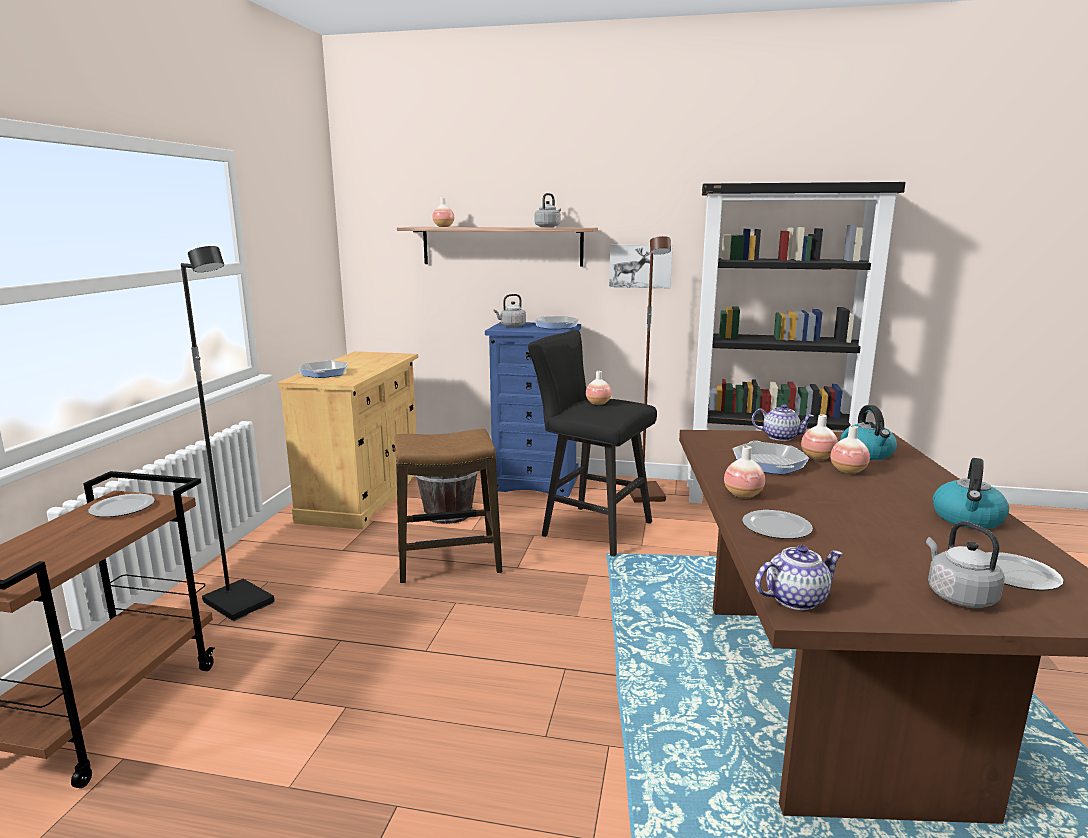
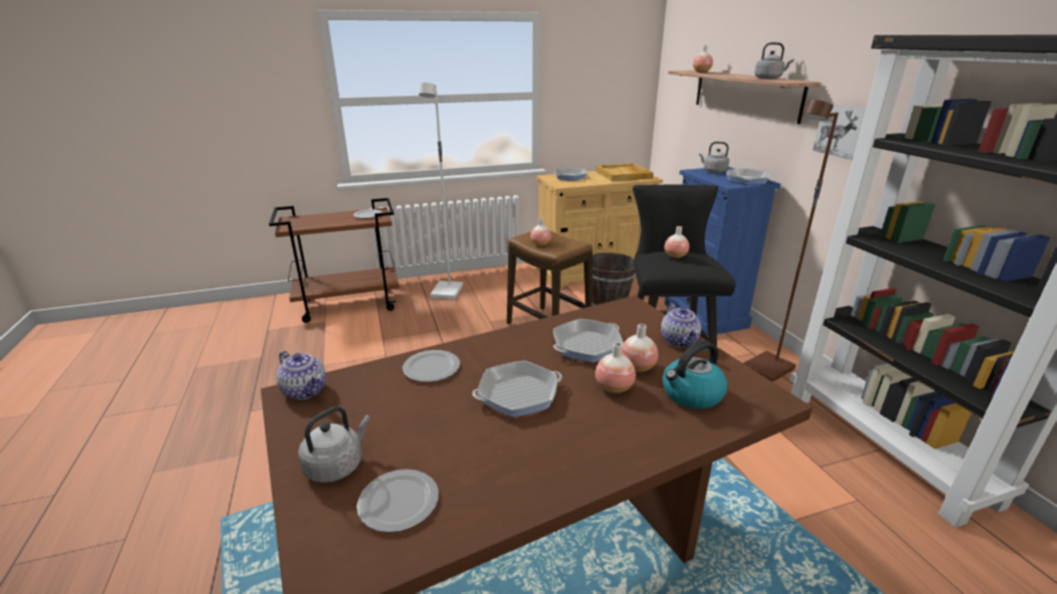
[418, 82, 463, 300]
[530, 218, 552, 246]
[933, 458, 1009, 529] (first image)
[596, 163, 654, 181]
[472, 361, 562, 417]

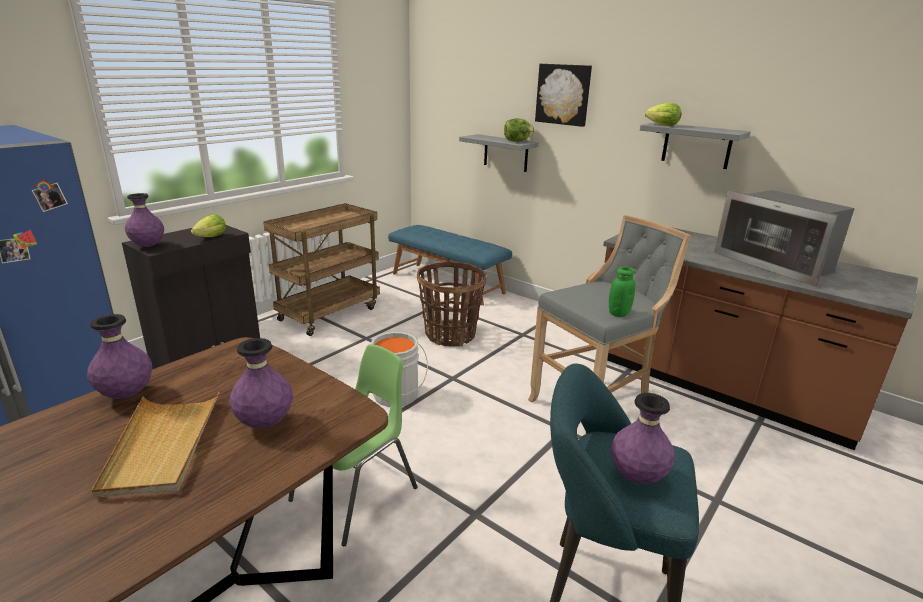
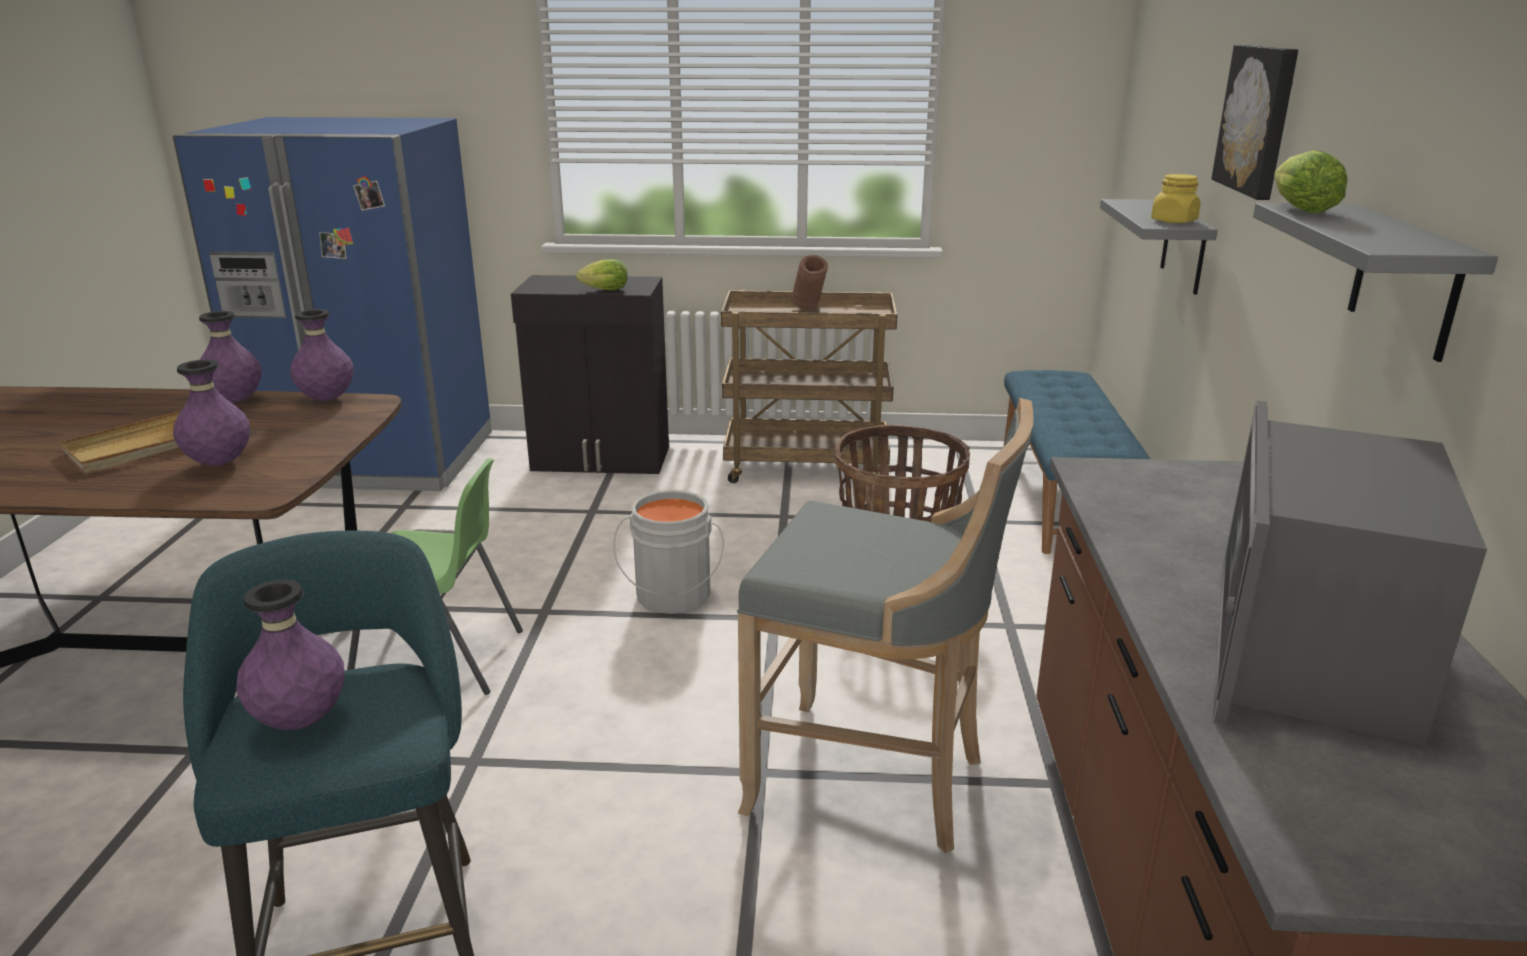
[1151, 174, 1201, 223]
[290, 309, 354, 401]
[609, 267, 635, 317] (first image)
[792, 255, 828, 308]

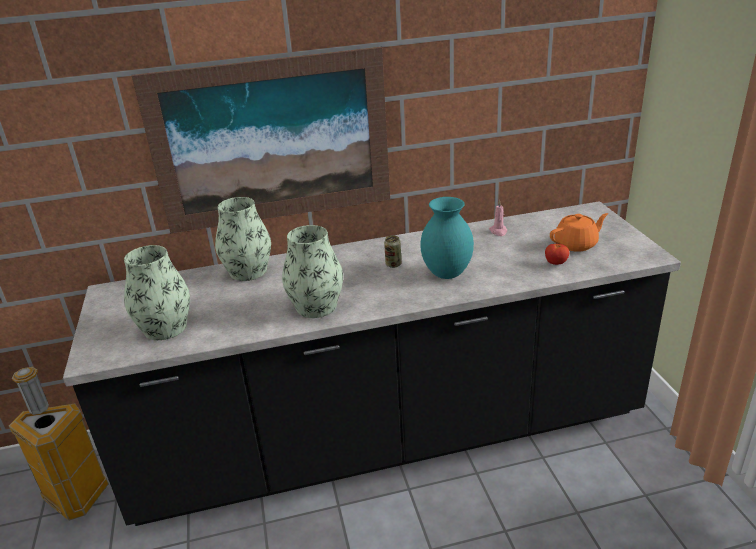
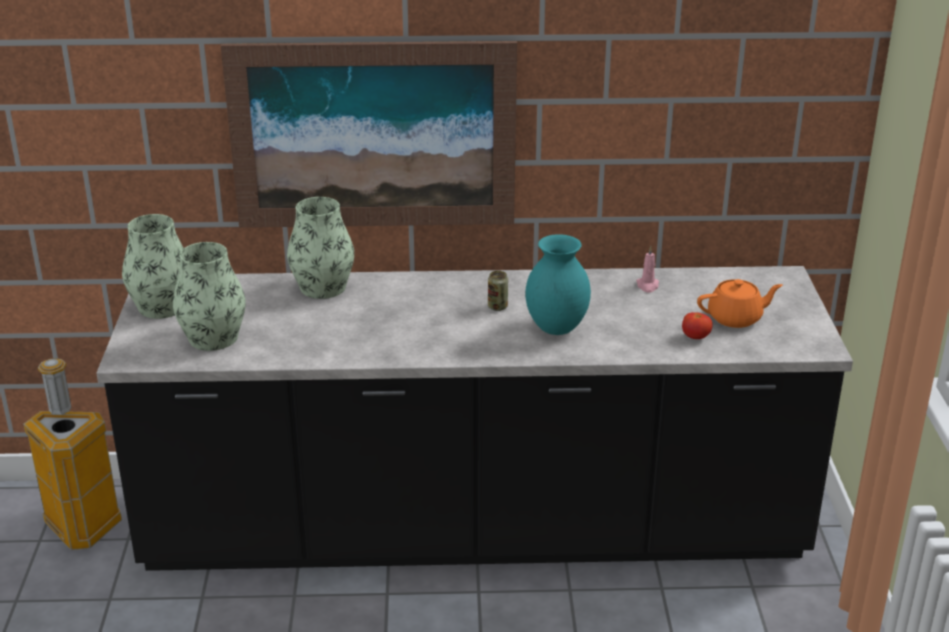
[122, 214, 184, 319]

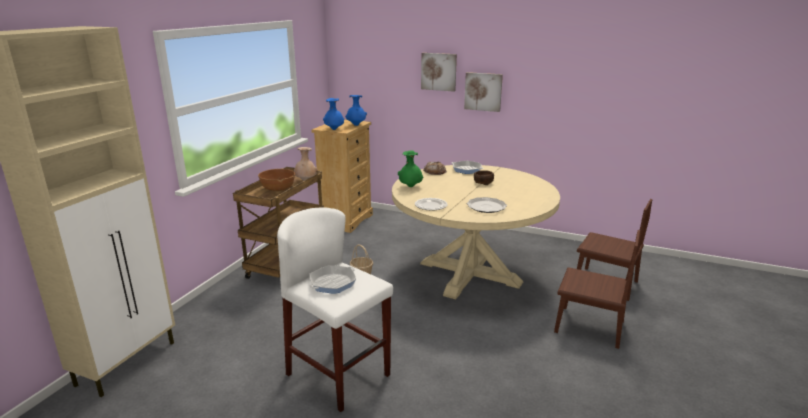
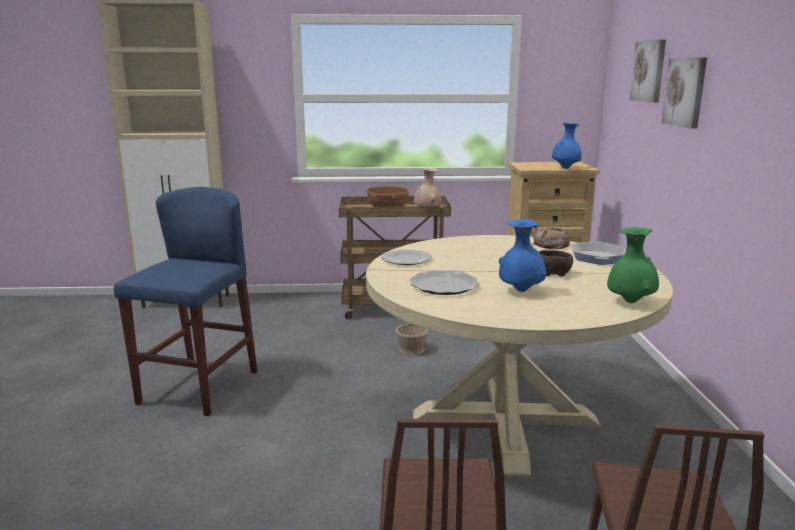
[630, 40, 666, 103]
[499, 219, 546, 292]
[607, 227, 659, 303]
[114, 187, 257, 416]
[309, 265, 356, 294] (first image)

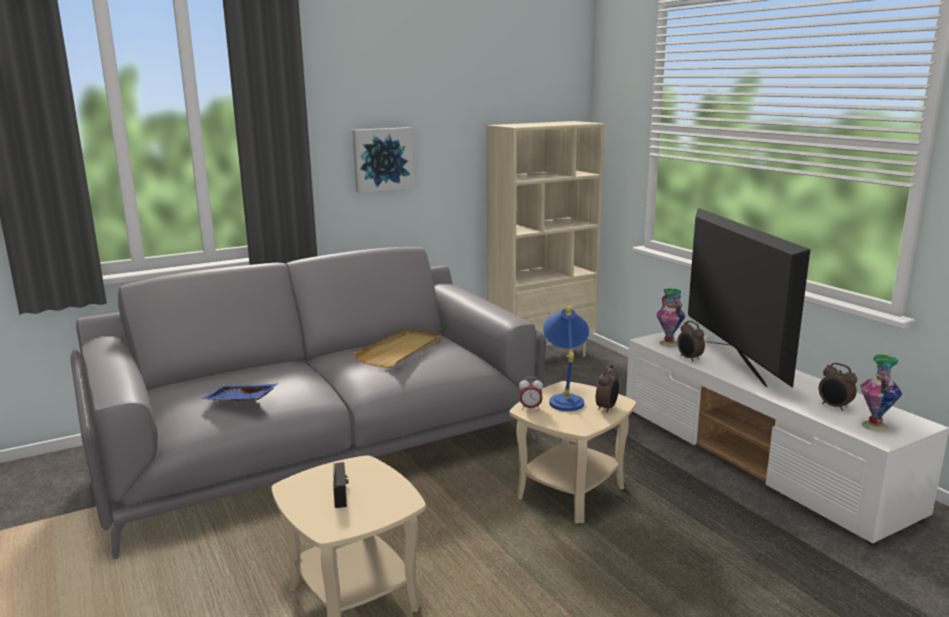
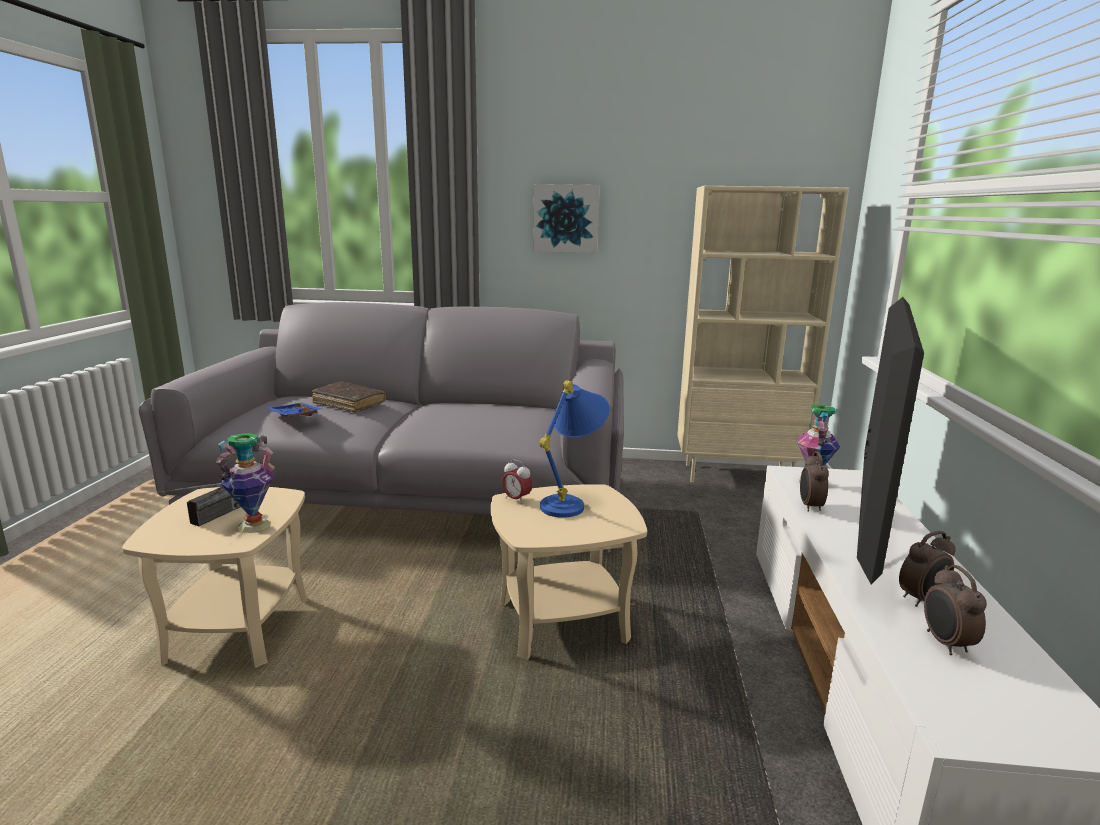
[353, 329, 441, 368] (first image)
[216, 433, 275, 533]
[899, 531, 956, 607]
[312, 382, 386, 413]

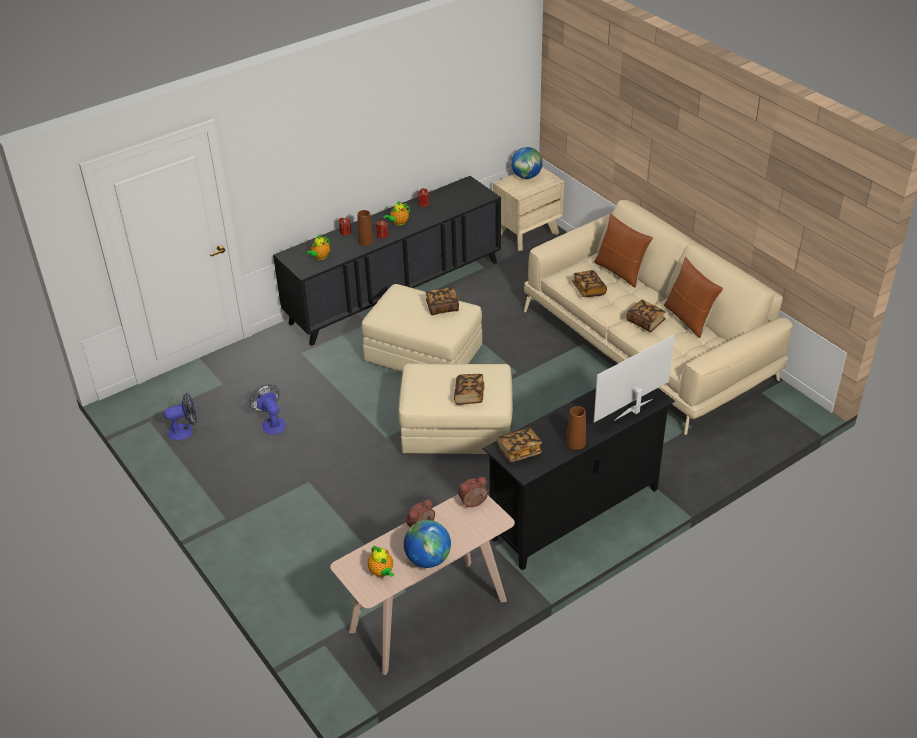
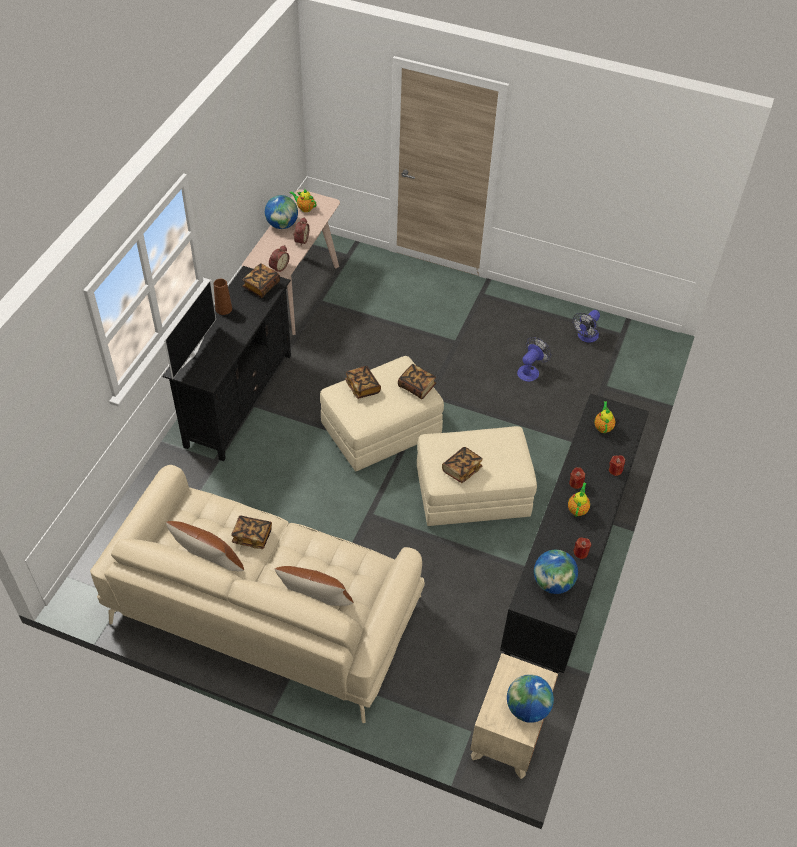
[358, 210, 374, 246] (first image)
[398, 364, 436, 399]
[517, 337, 551, 382]
[534, 550, 578, 594]

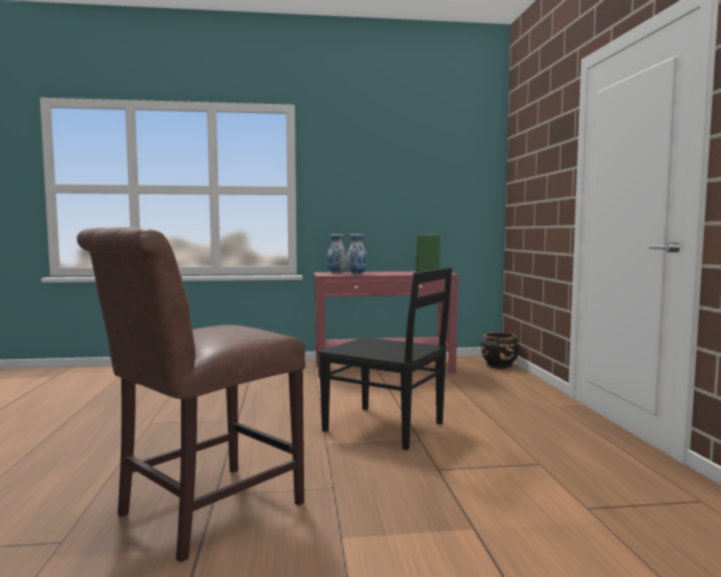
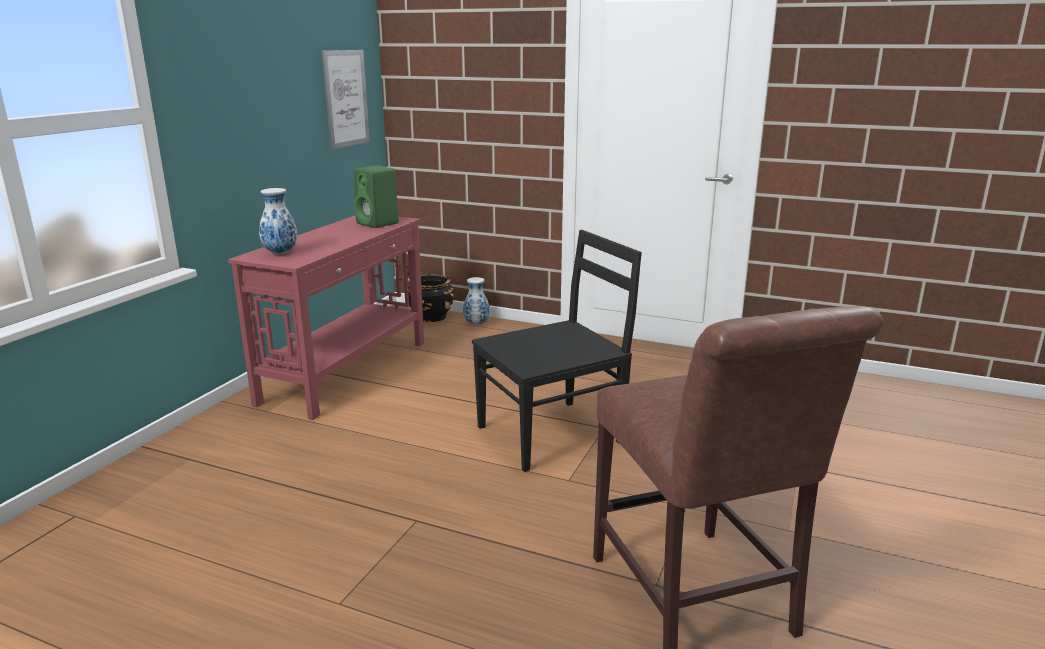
[463, 277, 490, 326]
[322, 50, 370, 150]

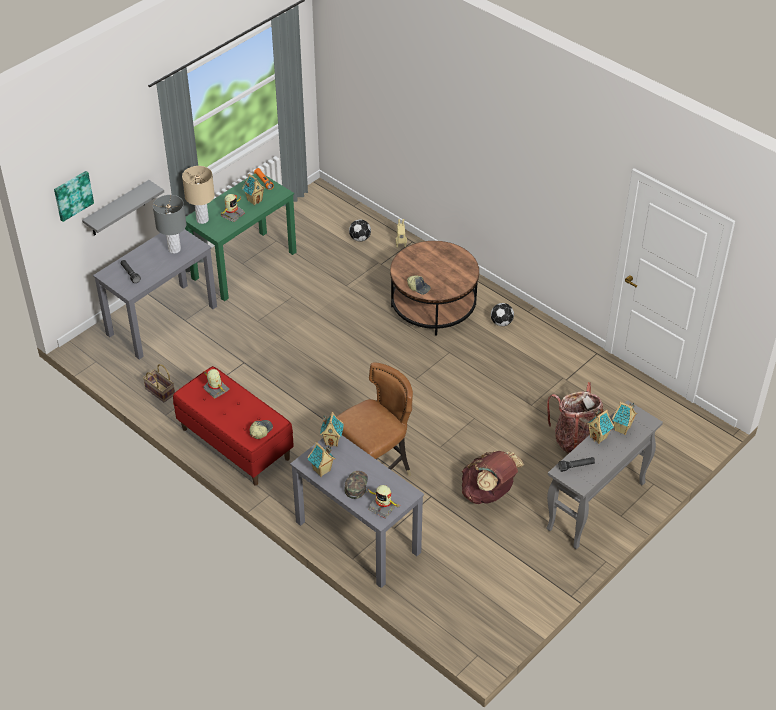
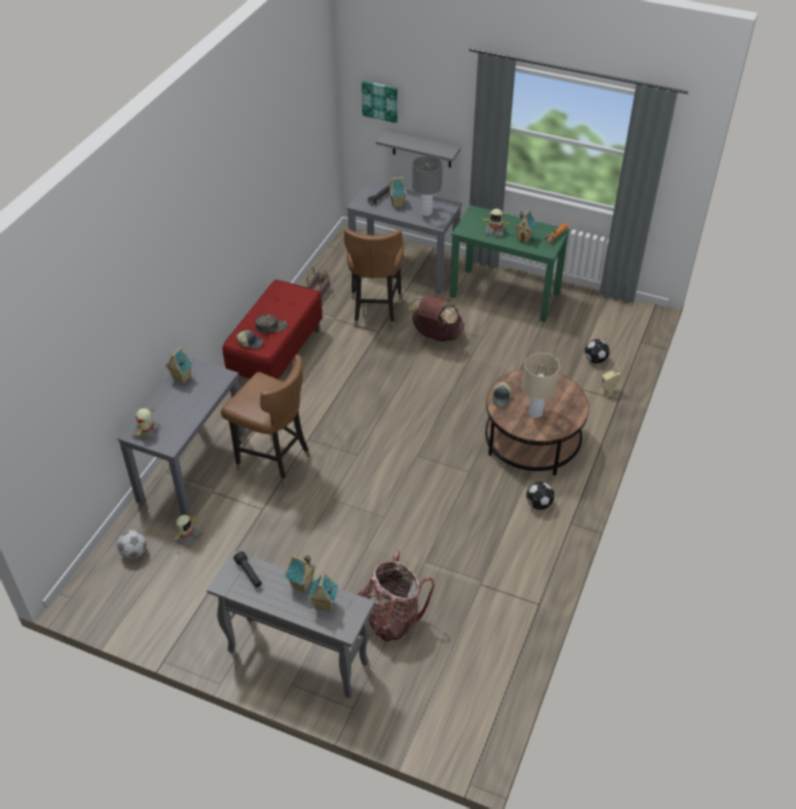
[522, 353, 560, 418]
[172, 514, 203, 547]
[388, 175, 407, 207]
[408, 294, 464, 342]
[255, 315, 287, 333]
[344, 229, 404, 329]
[117, 530, 147, 559]

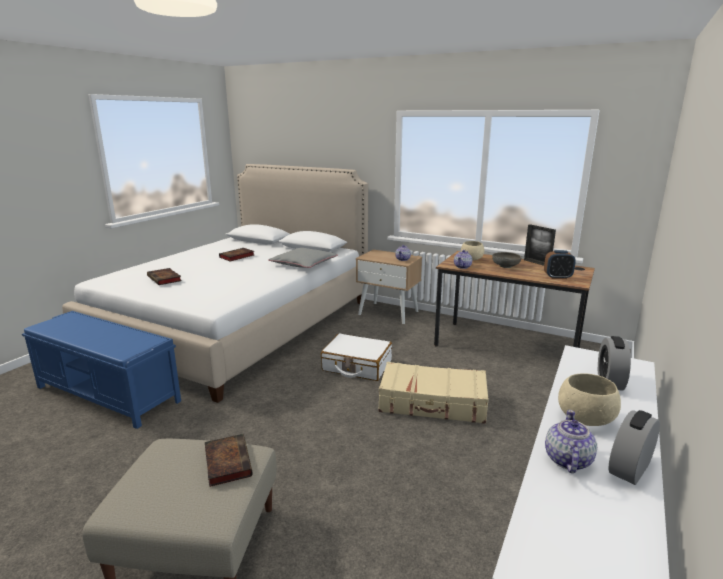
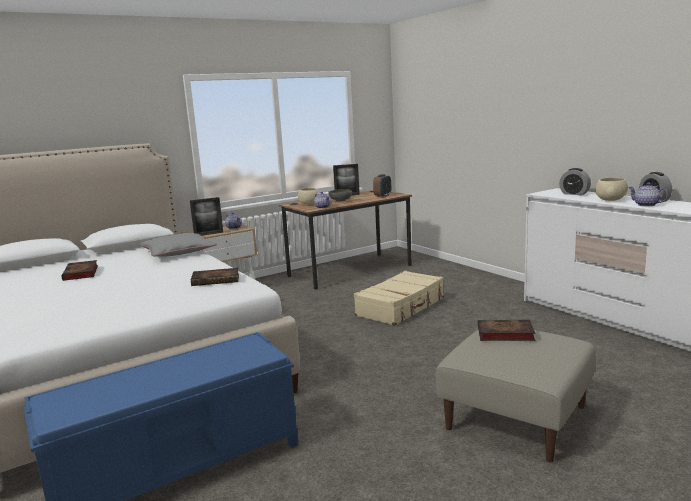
[191, 268, 239, 286]
[321, 333, 392, 381] (first image)
[190, 197, 223, 236]

